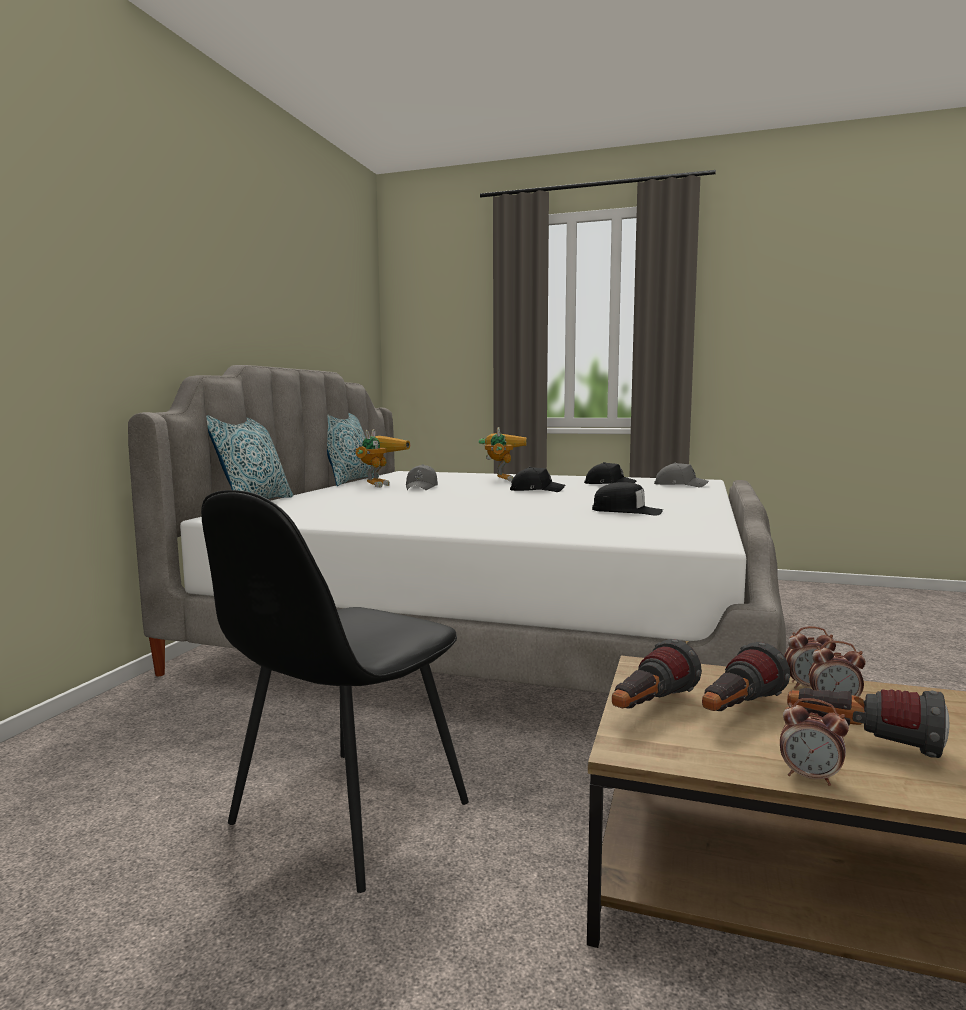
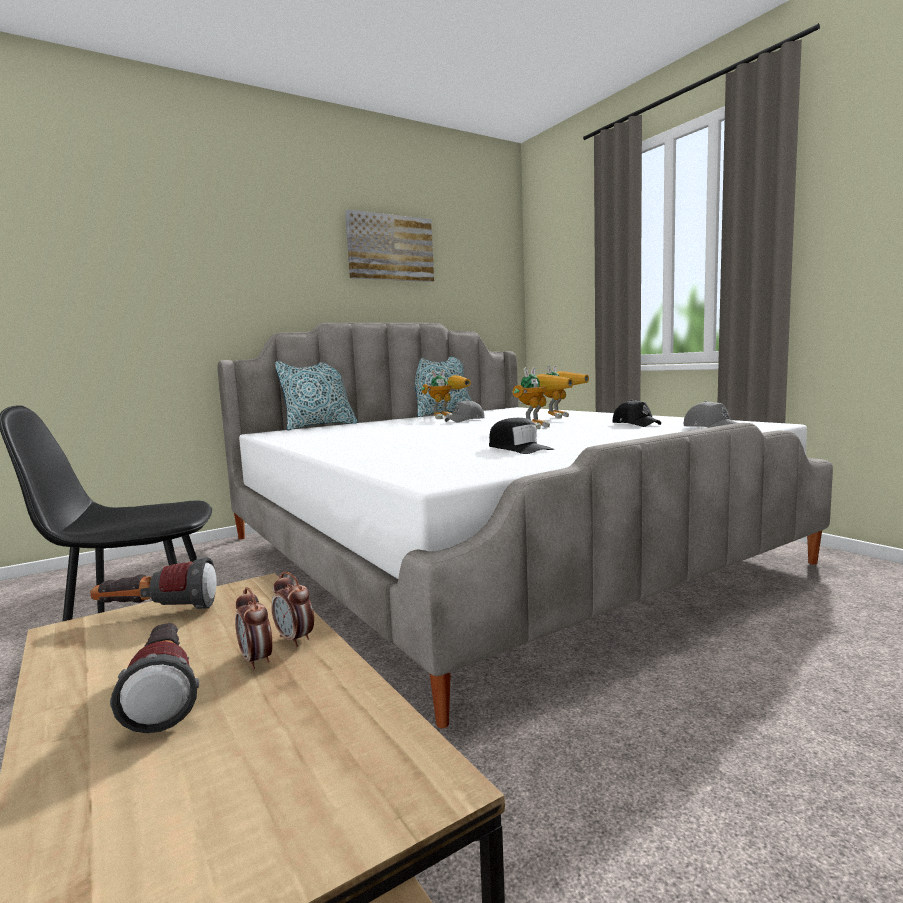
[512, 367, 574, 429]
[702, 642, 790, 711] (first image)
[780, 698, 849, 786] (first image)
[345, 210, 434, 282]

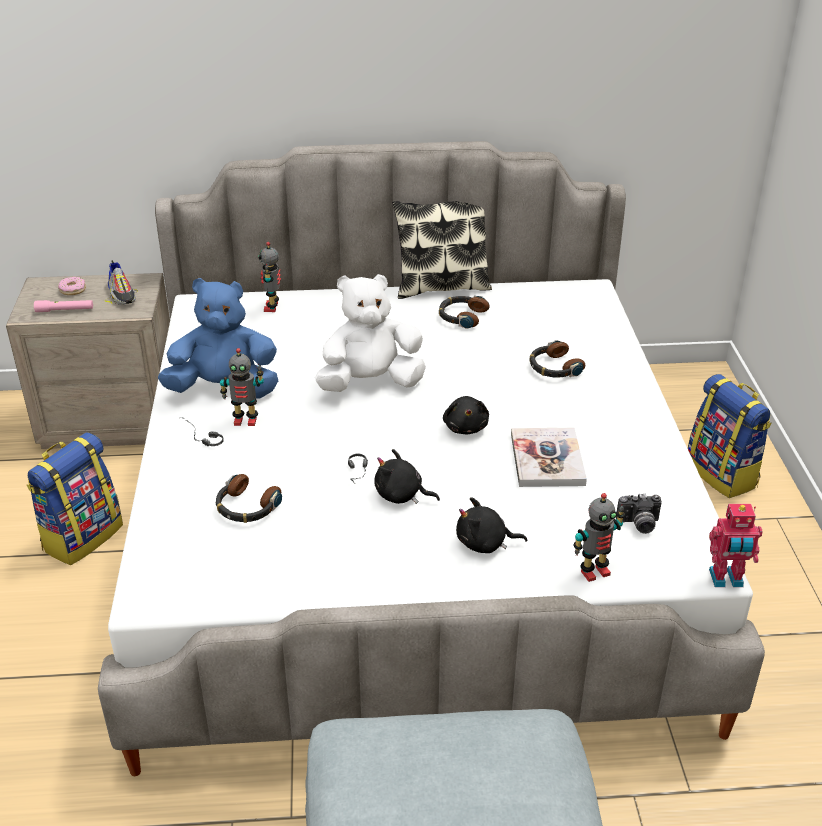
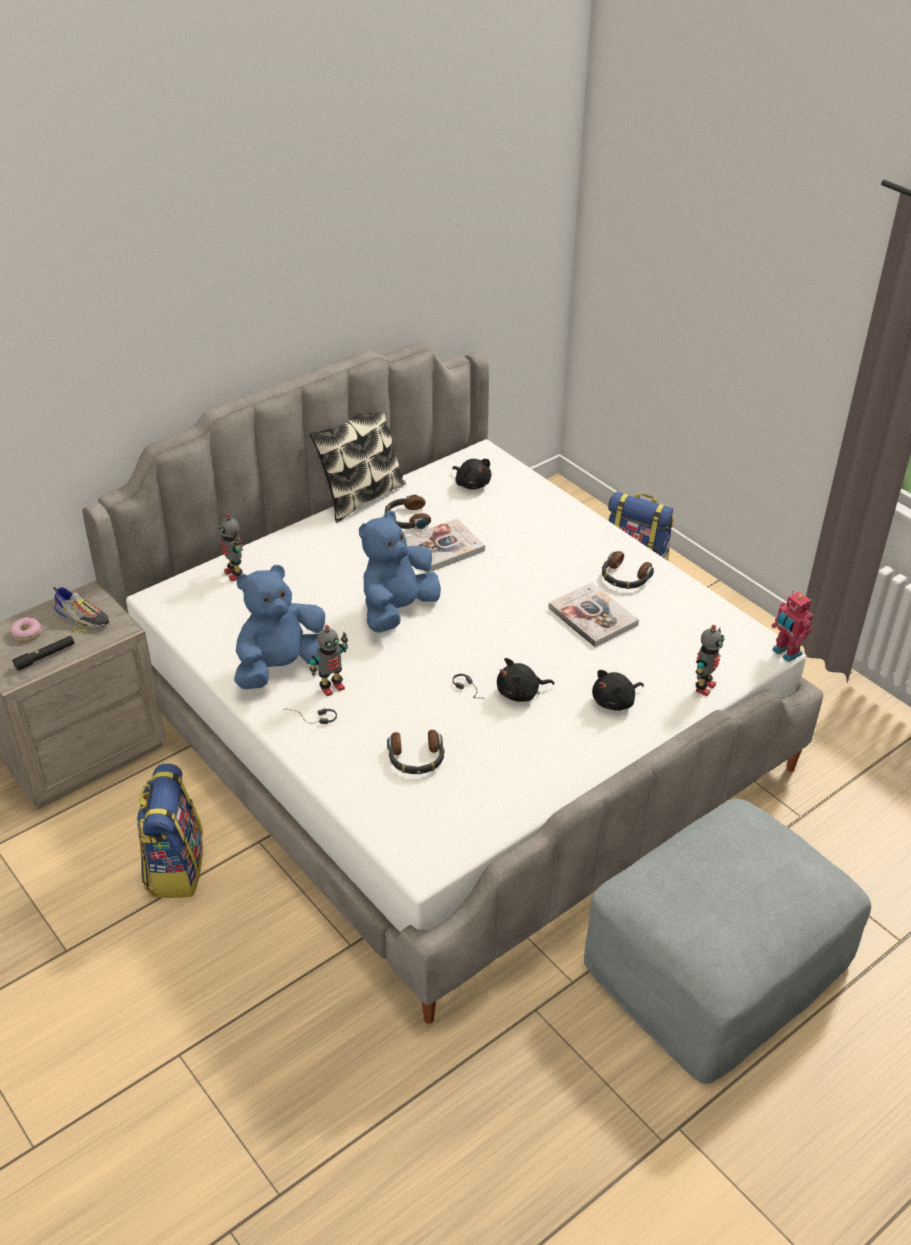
[359, 511, 441, 633]
[13, 636, 74, 671]
[602, 551, 654, 589]
[452, 459, 491, 489]
[616, 493, 662, 534] (first image)
[771, 591, 813, 662]
[405, 519, 485, 573]

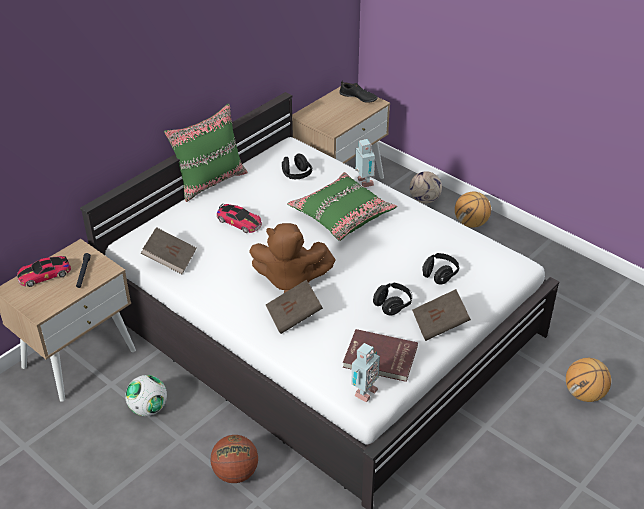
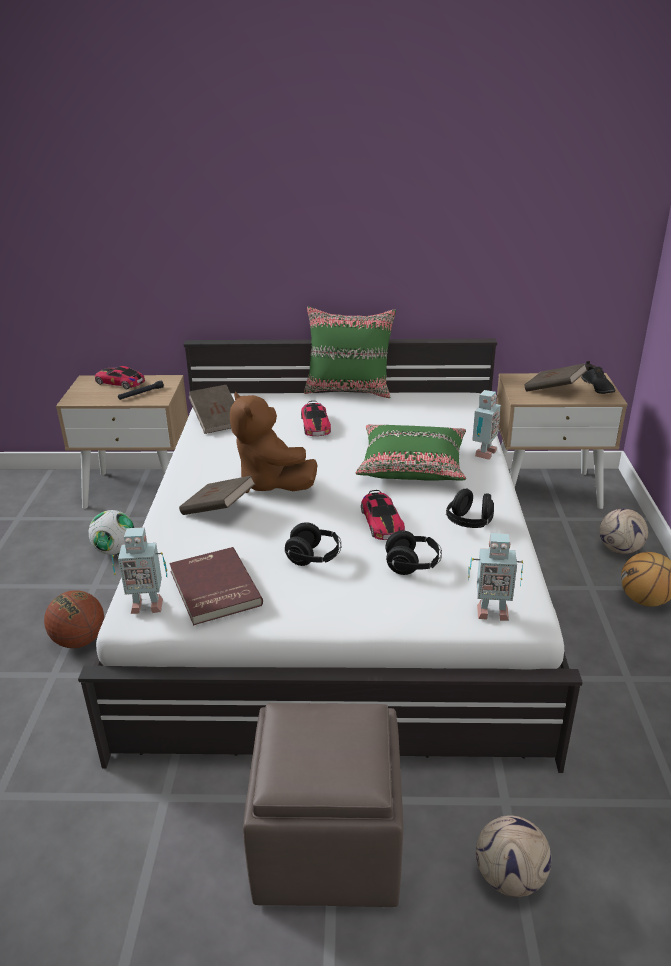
[446, 489, 494, 528]
[524, 363, 587, 391]
[476, 815, 551, 897]
[361, 490, 405, 540]
[468, 533, 523, 621]
[243, 703, 403, 907]

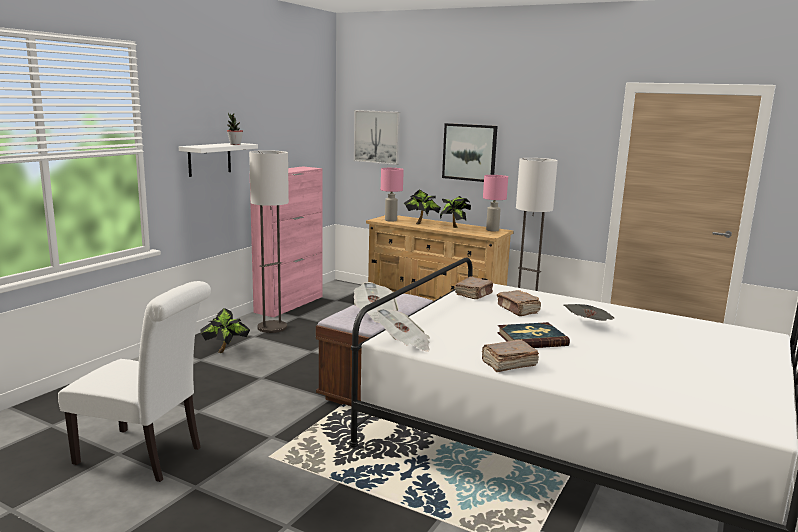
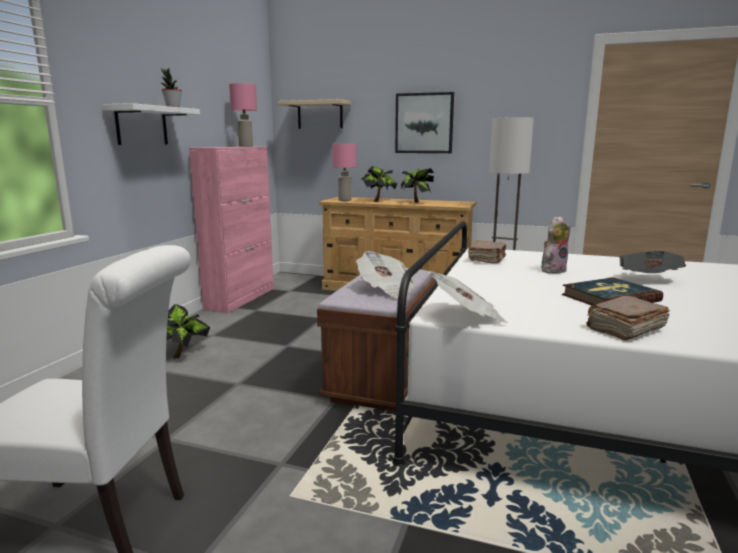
[278, 99, 351, 129]
[249, 150, 289, 333] (first image)
[229, 83, 257, 147]
[541, 216, 570, 273]

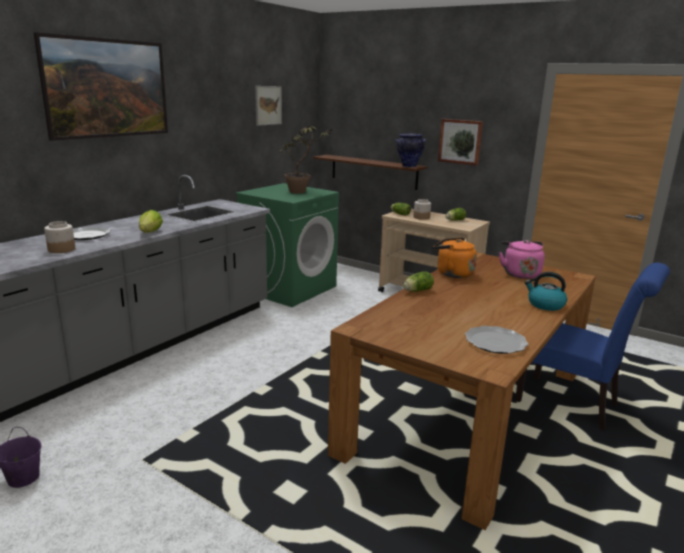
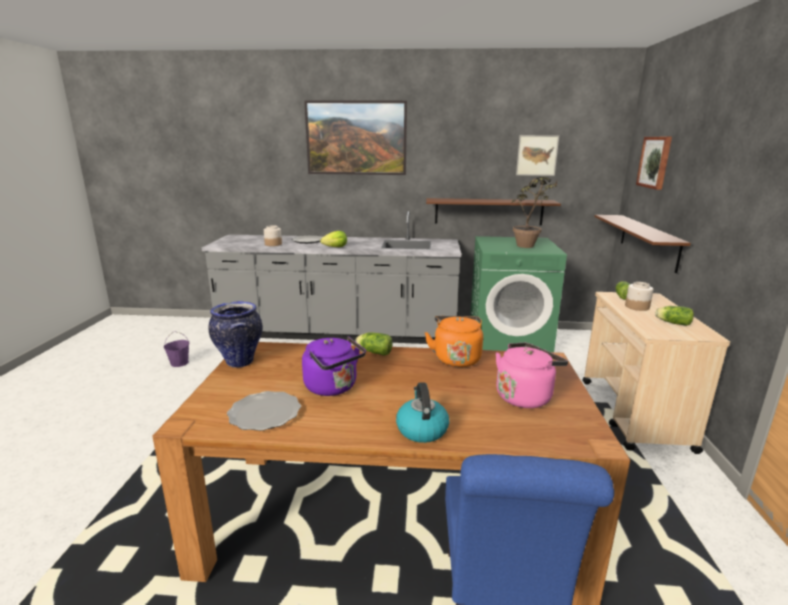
[636, 137, 672, 190]
[209, 301, 263, 368]
[426, 198, 561, 226]
[302, 336, 366, 396]

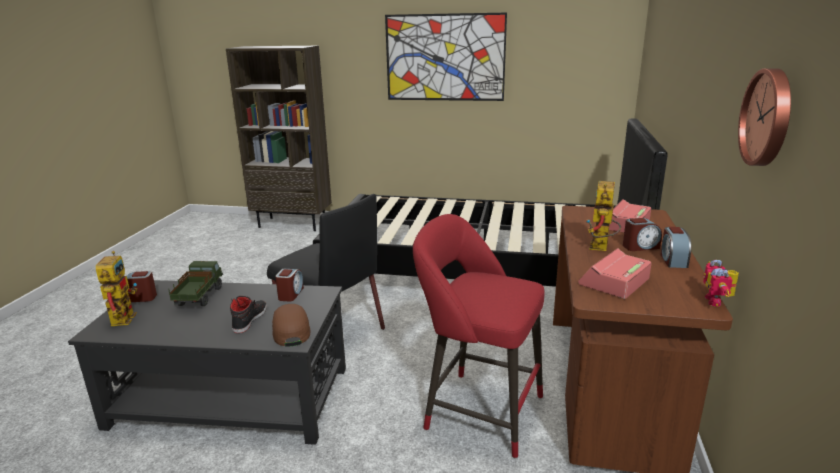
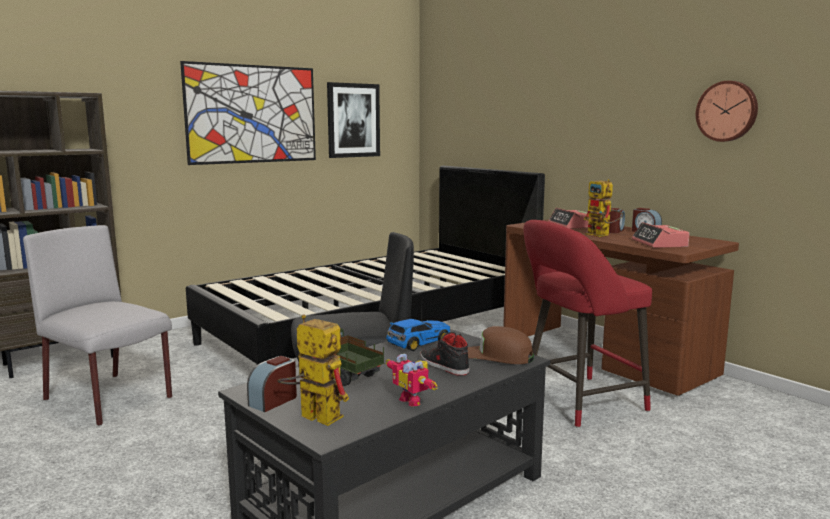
[386, 353, 438, 407]
[386, 319, 450, 351]
[327, 82, 380, 158]
[23, 225, 172, 426]

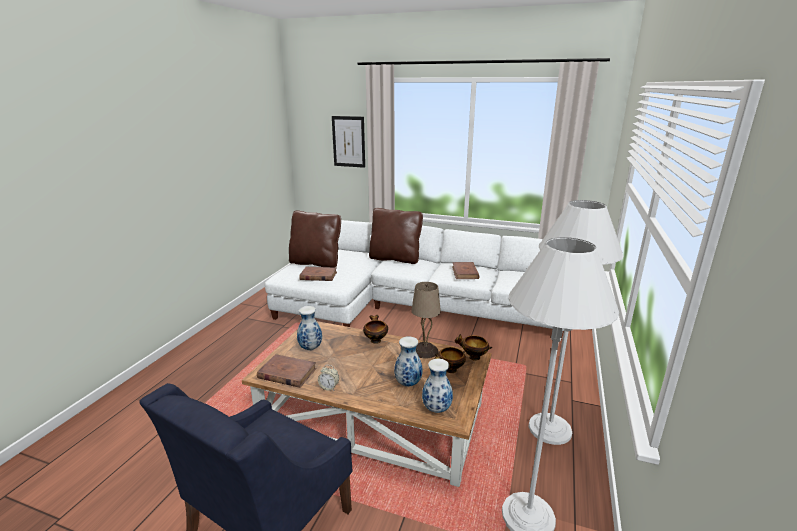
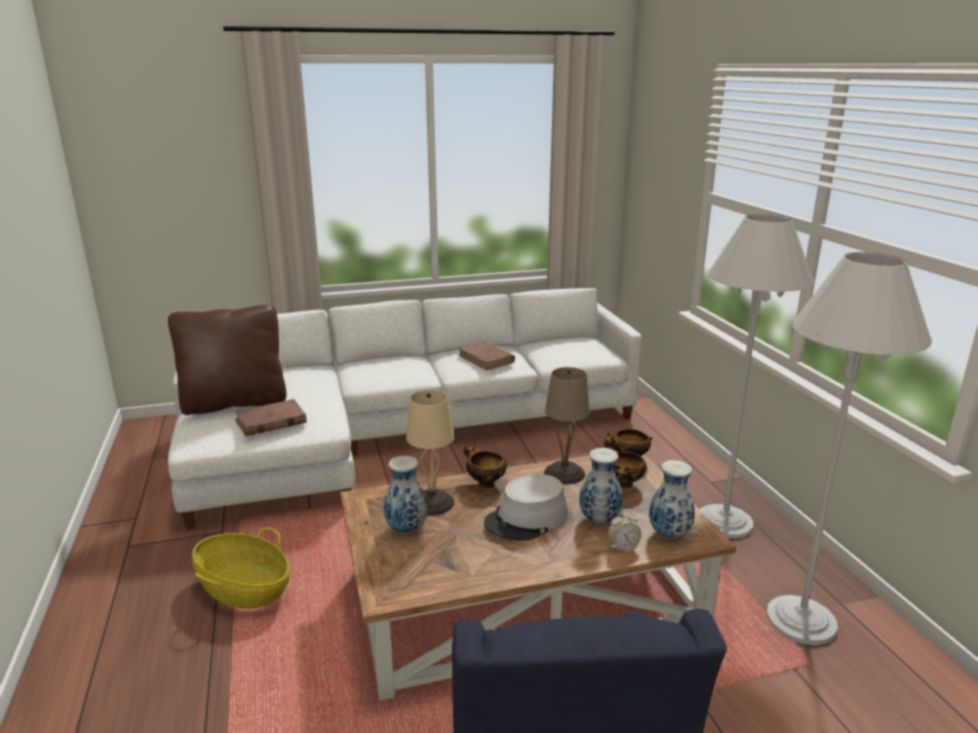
[332, 116, 365, 168] (first image)
[369, 208, 423, 264] (first image)
[257, 354, 316, 388] (first image)
[607, 510, 641, 552]
[406, 390, 454, 515]
[484, 474, 568, 541]
[192, 527, 290, 609]

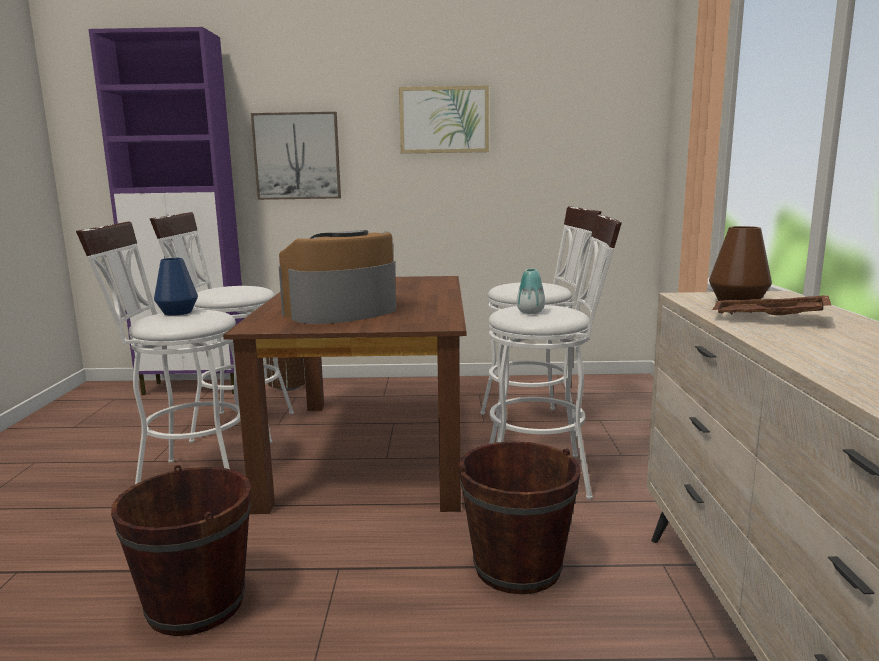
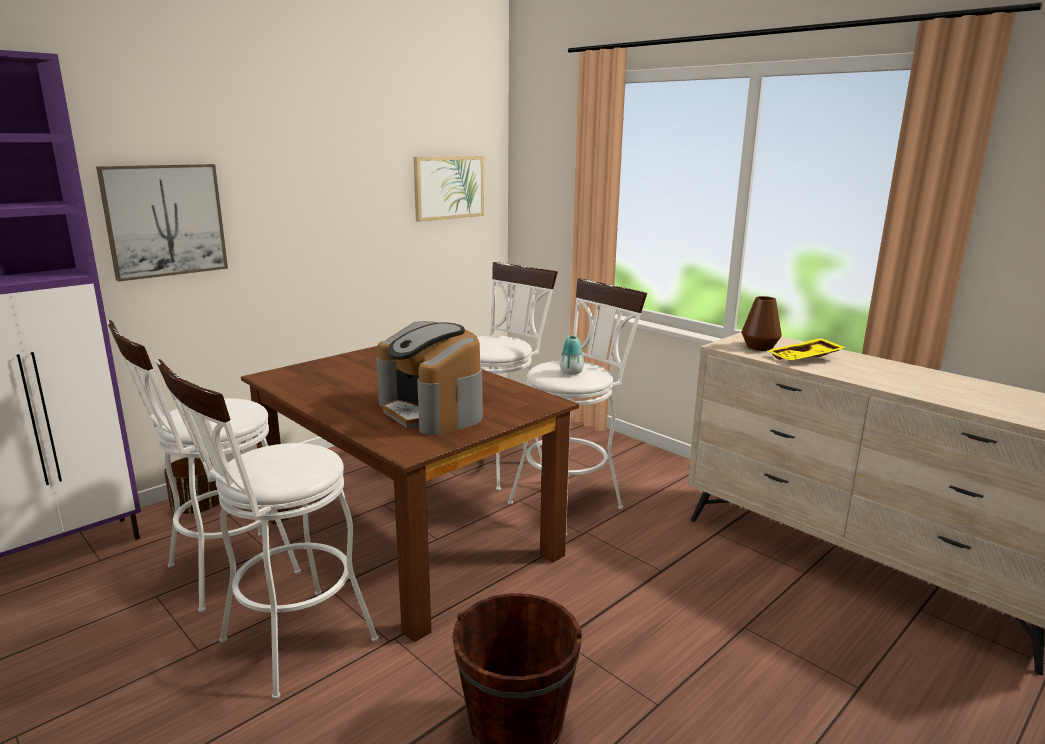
[414, 156, 484, 222]
[377, 321, 483, 435]
[154, 258, 198, 316] (first image)
[767, 338, 846, 361]
[458, 441, 581, 594] (first image)

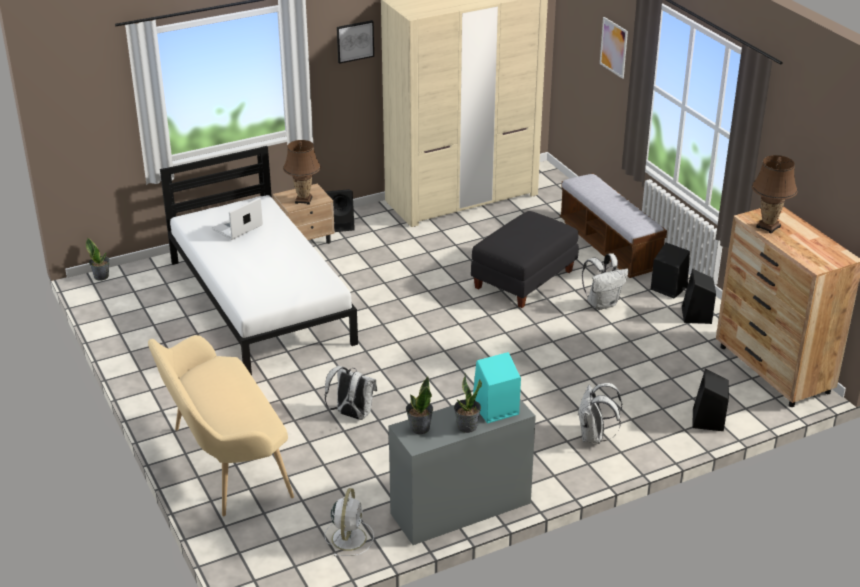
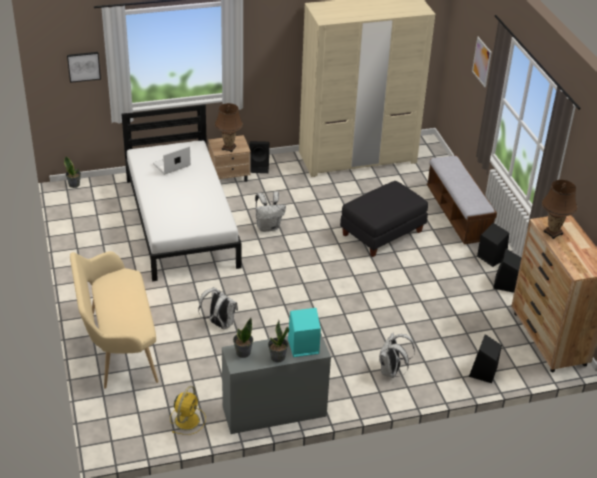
[67, 52, 101, 83]
[255, 191, 286, 232]
[170, 386, 206, 435]

